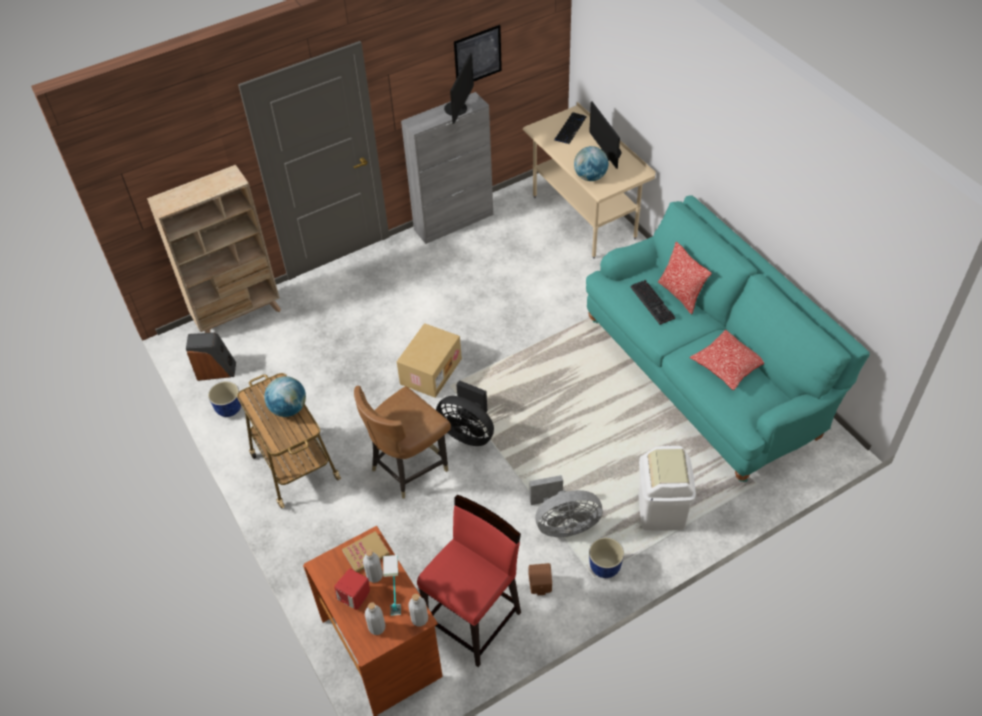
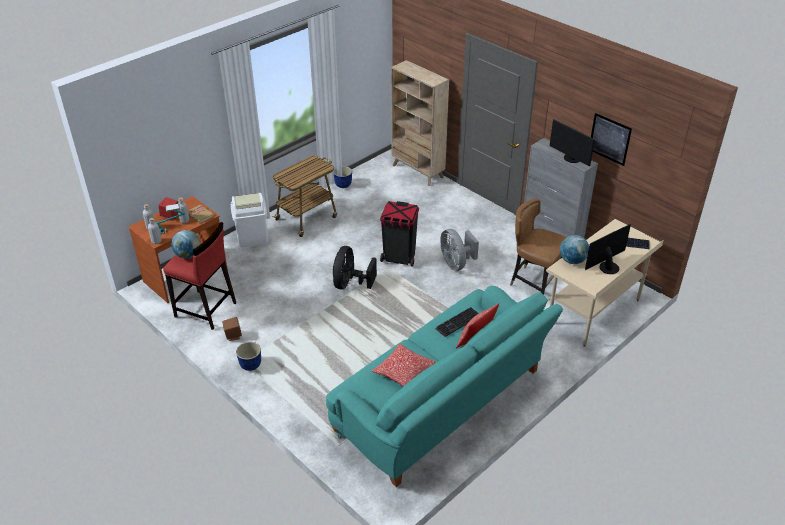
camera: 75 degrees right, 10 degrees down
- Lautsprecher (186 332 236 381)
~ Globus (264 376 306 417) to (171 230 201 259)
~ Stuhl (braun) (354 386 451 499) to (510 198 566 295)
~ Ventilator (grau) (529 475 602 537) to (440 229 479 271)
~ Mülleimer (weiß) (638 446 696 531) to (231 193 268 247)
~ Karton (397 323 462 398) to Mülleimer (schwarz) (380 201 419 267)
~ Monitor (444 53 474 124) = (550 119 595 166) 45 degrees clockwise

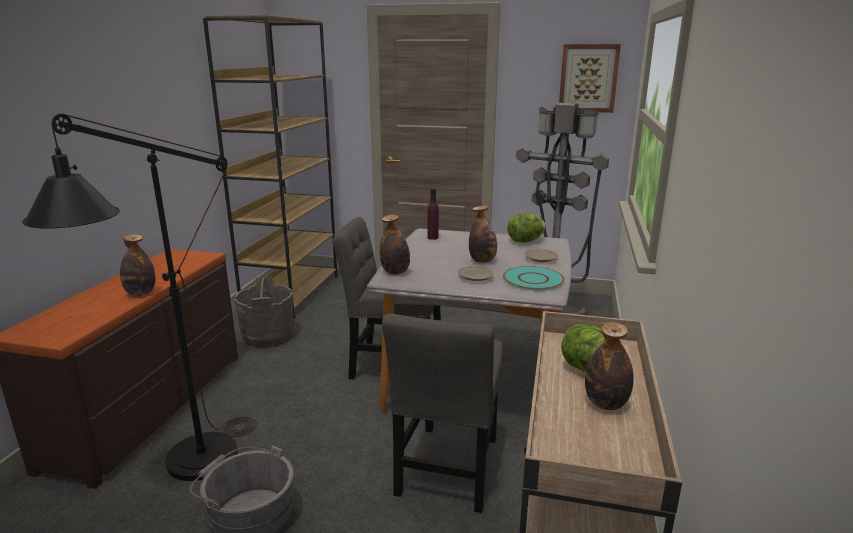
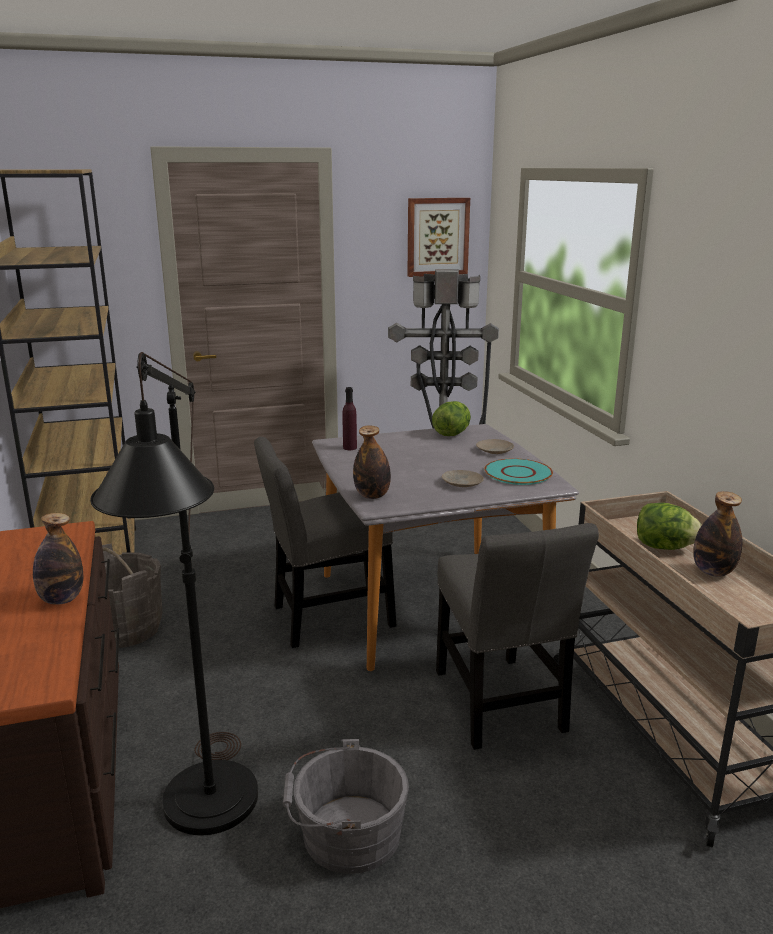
camera: 30 degrees left, 0 degrees up
- Flasche (469 205 497 263)

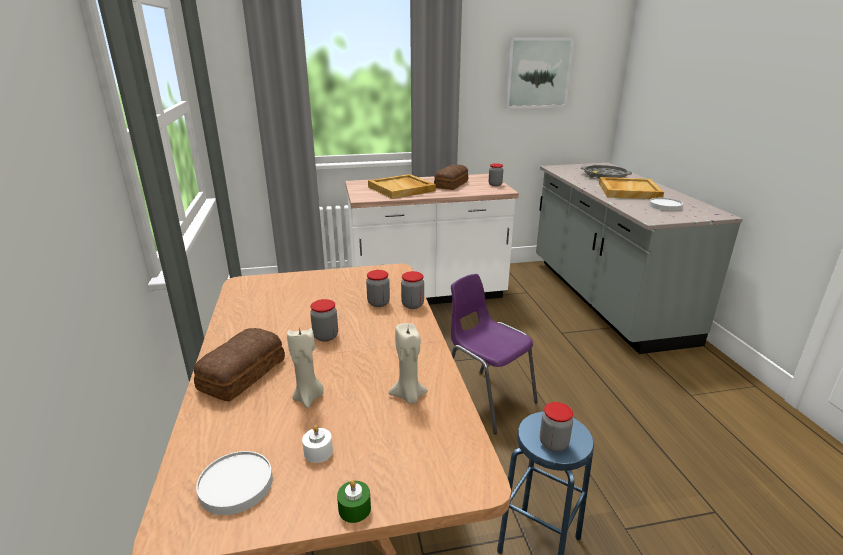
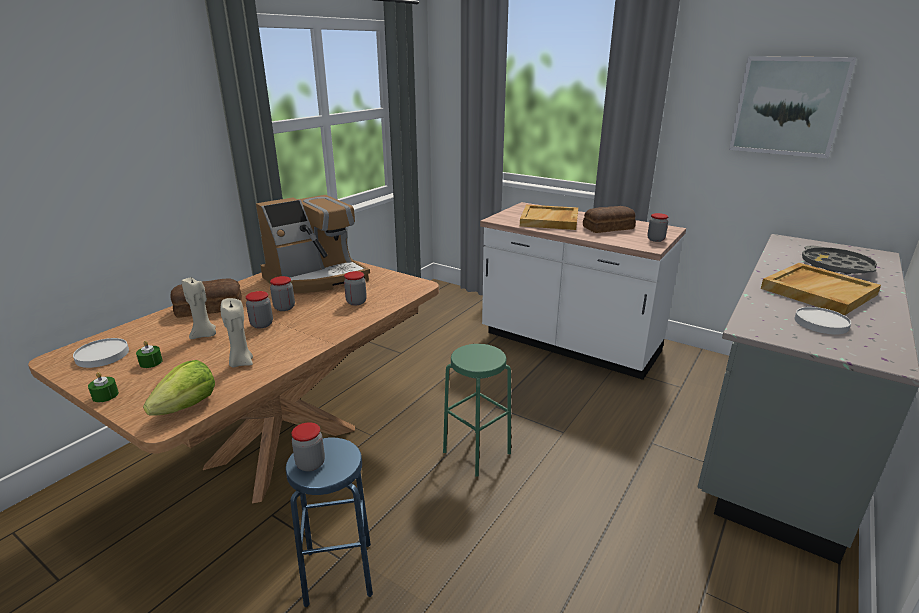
camera: 45 degrees right, 0 degrees up
+ Salatkopf (143 360 215 416)
+ Kaffeemaschine (256 195 370 293)
~ Vorratsglas (401 271 424 309) to (246 291 273 328)
~ Stuhl (lila) (451 274 538 434) to Hocker (grün) (443 344 511 476)
~ Kerze (weiß) (302 425 333 463) to Kerze (grün) (136 341 163 368)

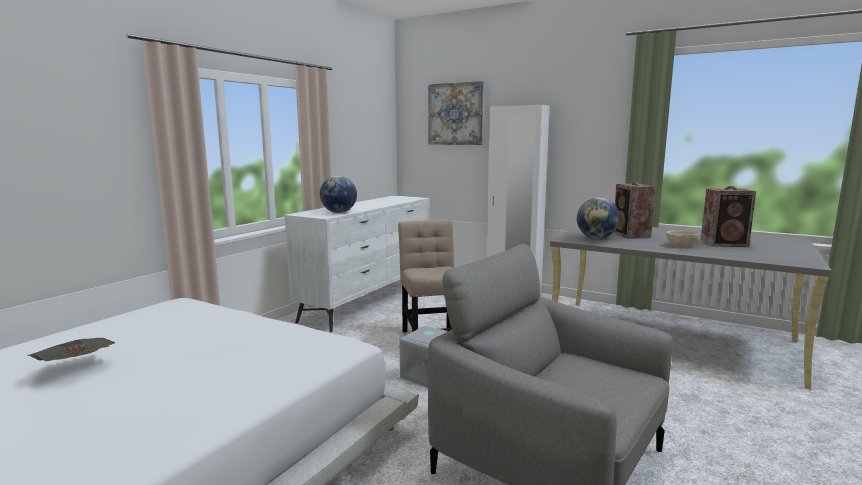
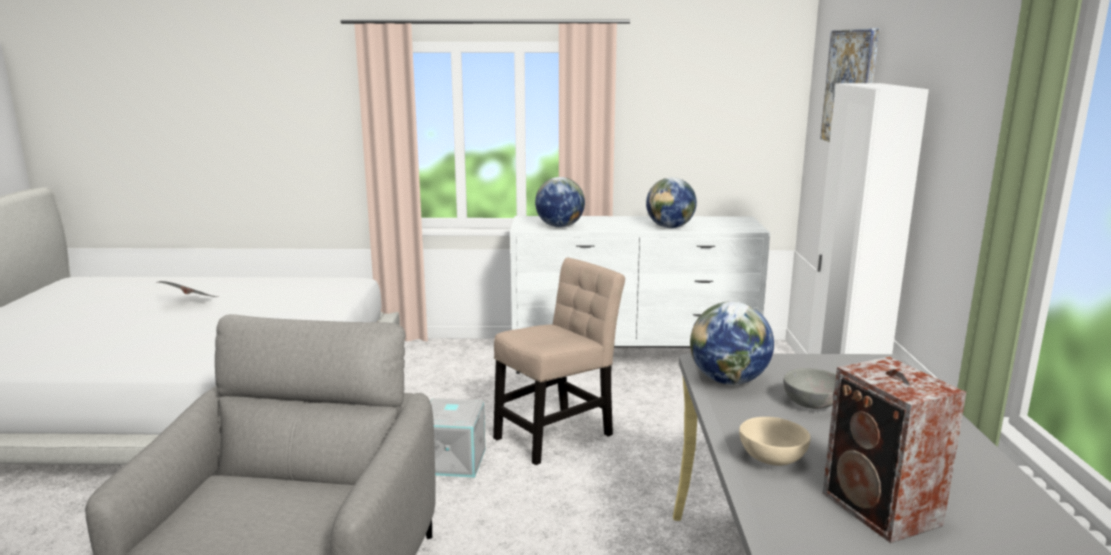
camera: 60 degrees right, 5 degrees up
+ Globus (646 177 697 228)
~ Lautsprecher (613 182 655 239) to Schüssel (grau) (784 368 836 409)

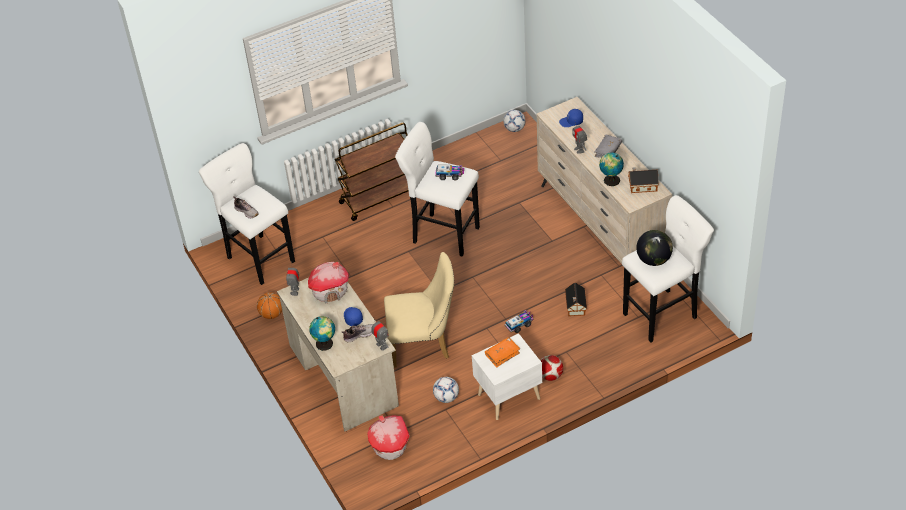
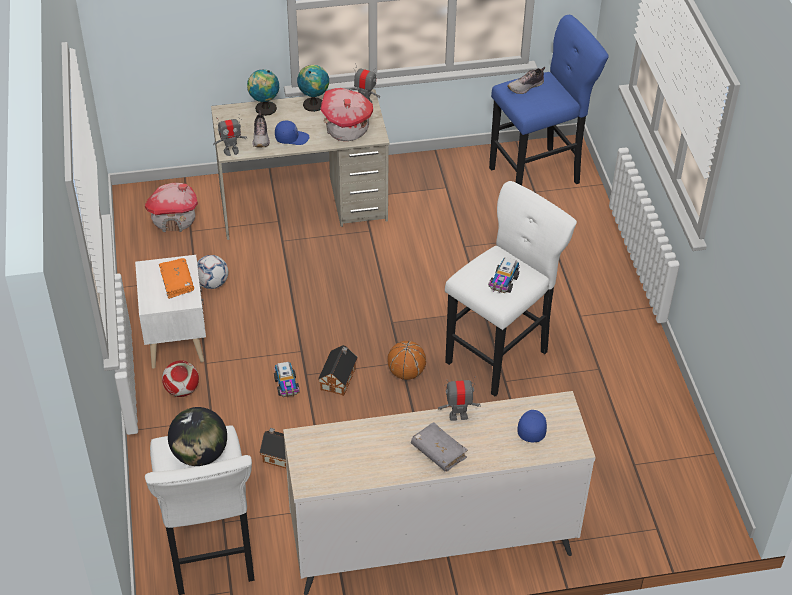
camera: 105 degrees right, 0 degrees up
- Rollwagen (braun) (335 123 408 221)
- Stuhl (beige) (384 252 454 368)
- Fußball (503 110 525 132)
~ Basketball (257 292 282 319) to (387 341 426 380)
~ Globus (599 152 624 186) to (297 65 329 112)
~ Spielzeughaus (628 167 659 193) to (318 345 358 396)
~ Hocker (weiß) (199 143 295 285) to Hocker (blau) (489 15 609 185)

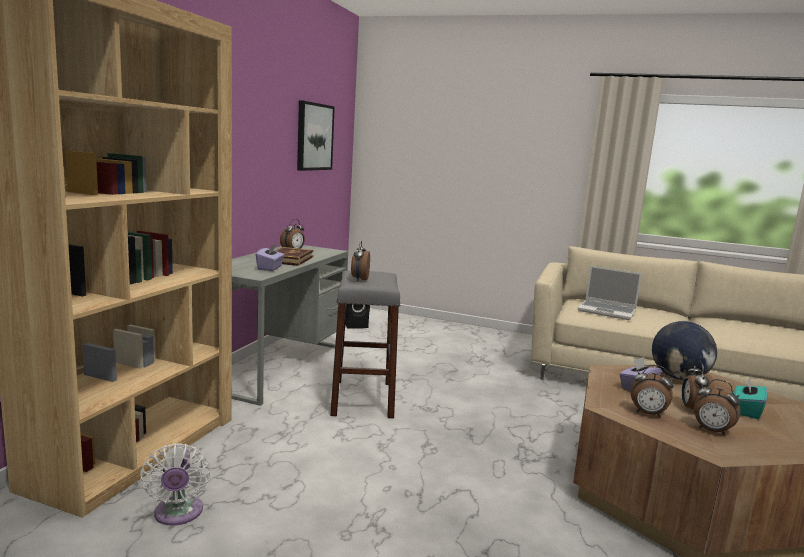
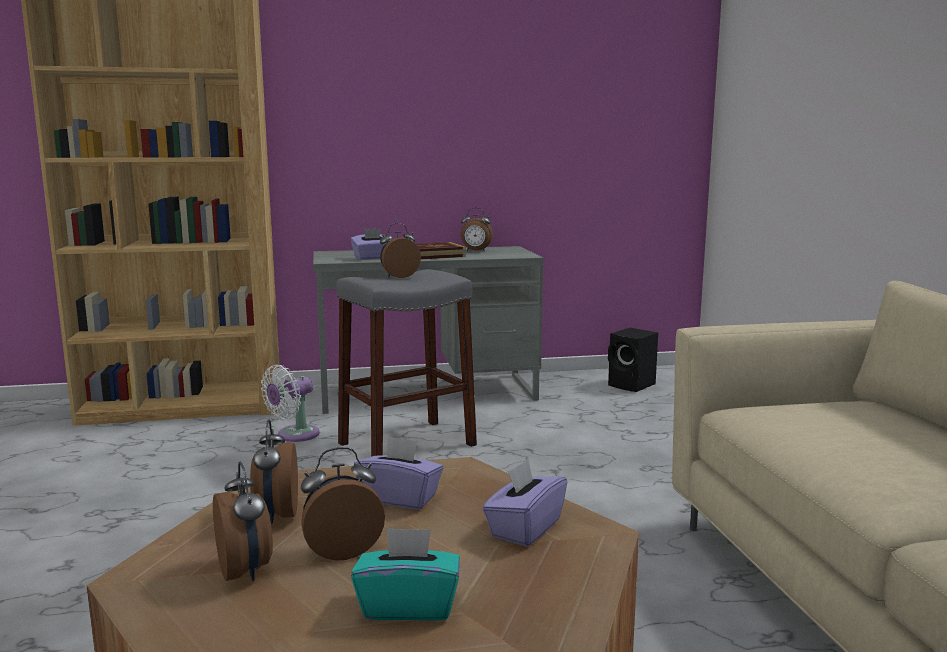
camera: 60 degrees right, 0 degrees up
- Bild (297 100 335 171)
- Laptop (578 266 642 320)
~ Ventilator (weiß) (140 443 210 526) to (261 365 320 442)
~ Globus (652 321 717 380) to Taschentuchbox (lila) (482 459 567 547)
~ Wecker (694 379 740 435) = (213 461 273 581) 150 degrees clockwise

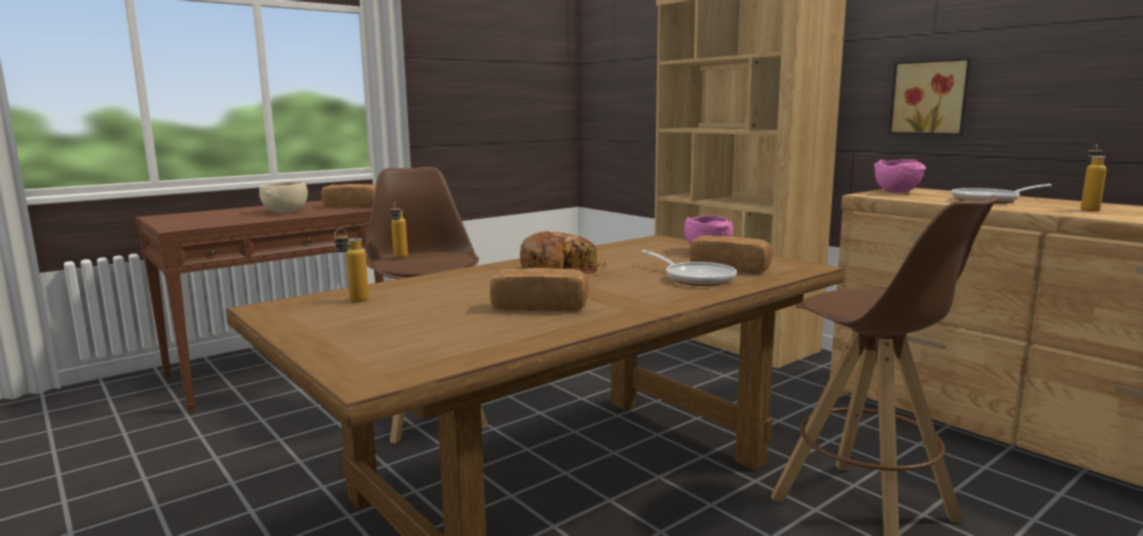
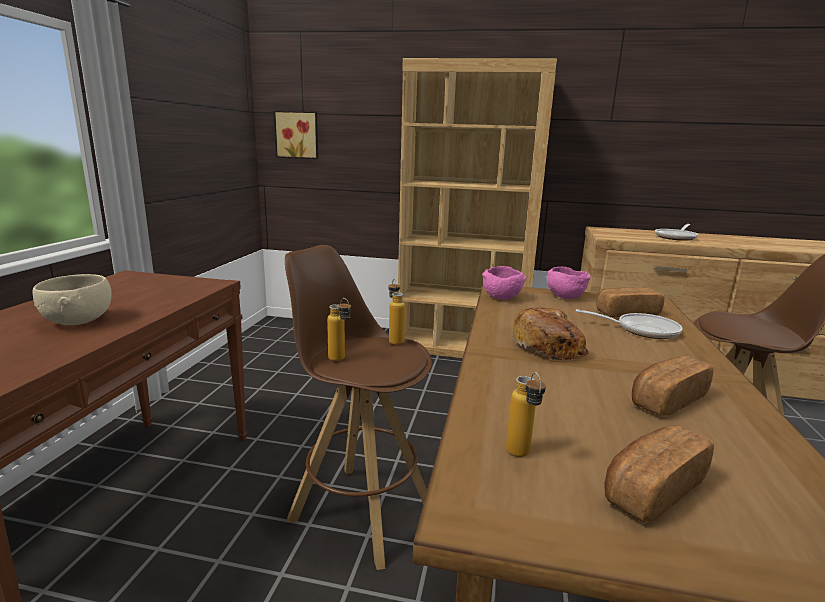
camera: 40 degrees left, 5 degrees up
~ Brot (322 184 376 208) to (604 425 714 523)
~ Schüssel (rosa) (874 159 926 193) to (482 266 526 299)
~ Bild (888 58 971 136) to (273 111 318 159)
~ Flasche (1081 143 1107 212) to (388 279 405 345)

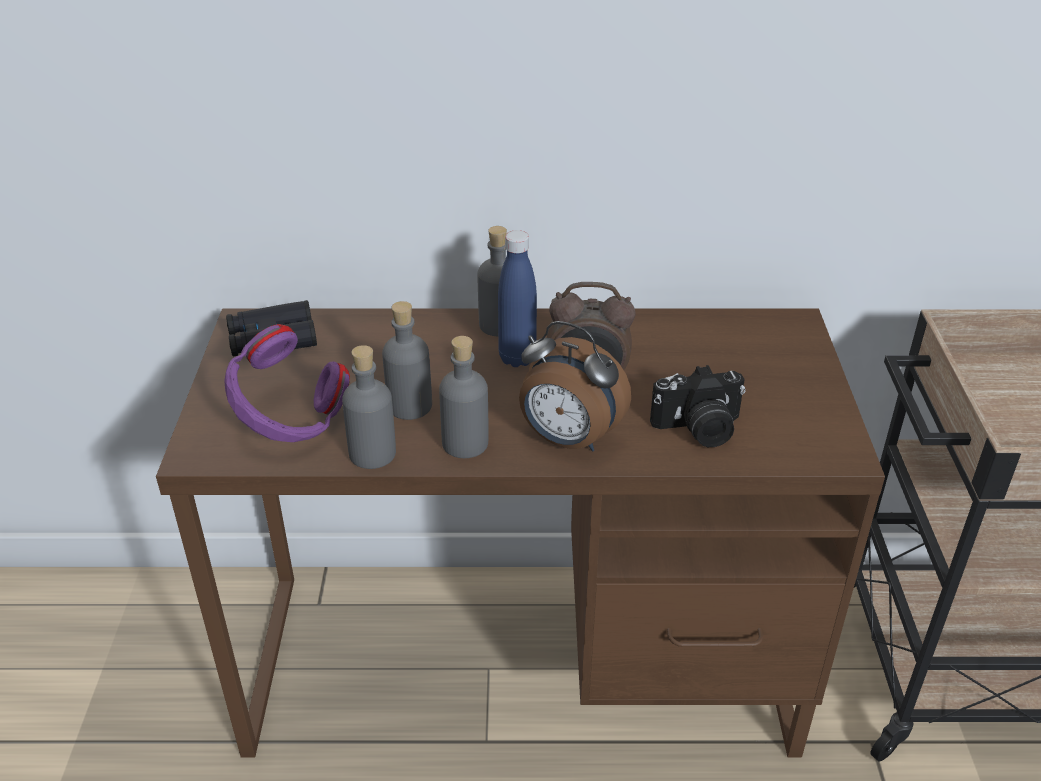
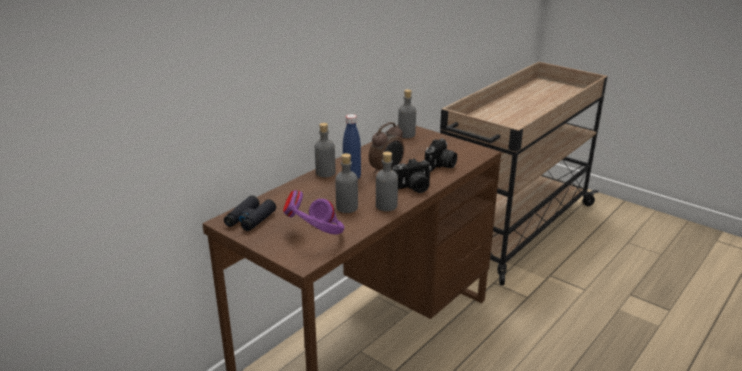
camera: 50 degrees left, 10 degrees down
~ Flasche (grau) (342 345 396 469) to (398 89 416 138)
~ Wecker (519 321 631 452) to Kamera (392 158 431 193)

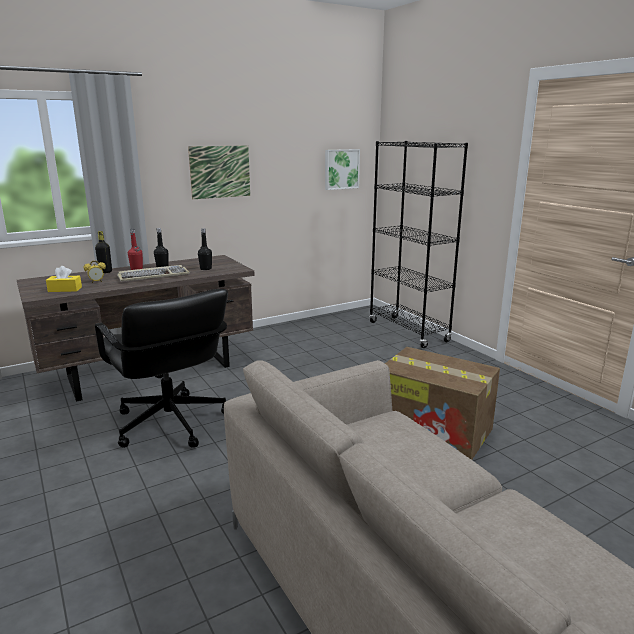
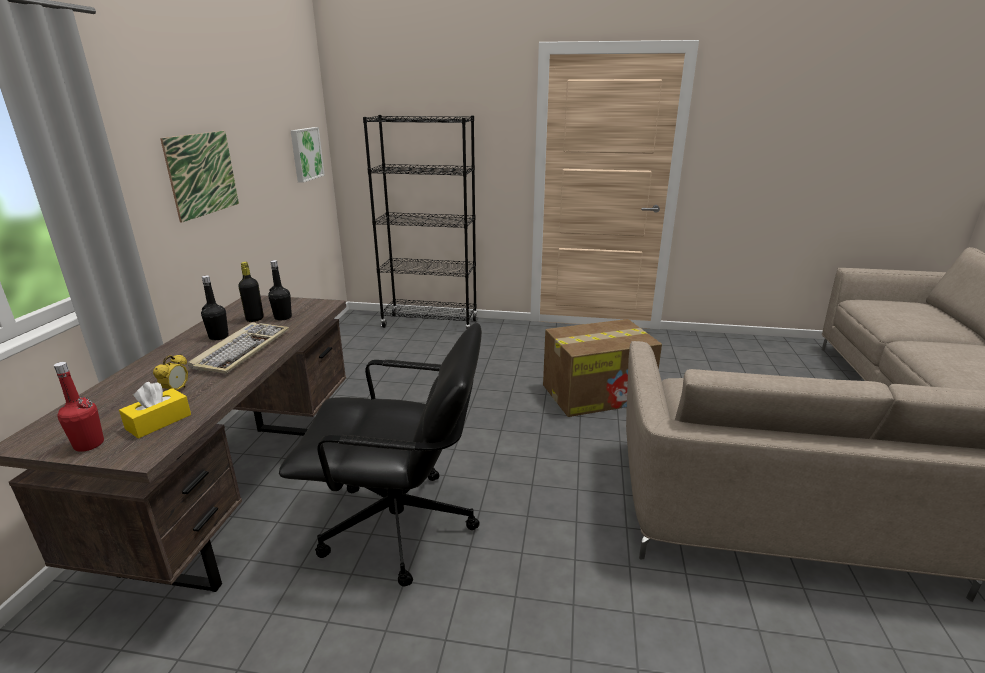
camera: 50 degrees left, 5 degrees up
~ Flasche (schwarz) (95 231 112 273) to (238 262 264 322)
~ Flasche (rot) (128 229 143 270) to (54 362 104 452)

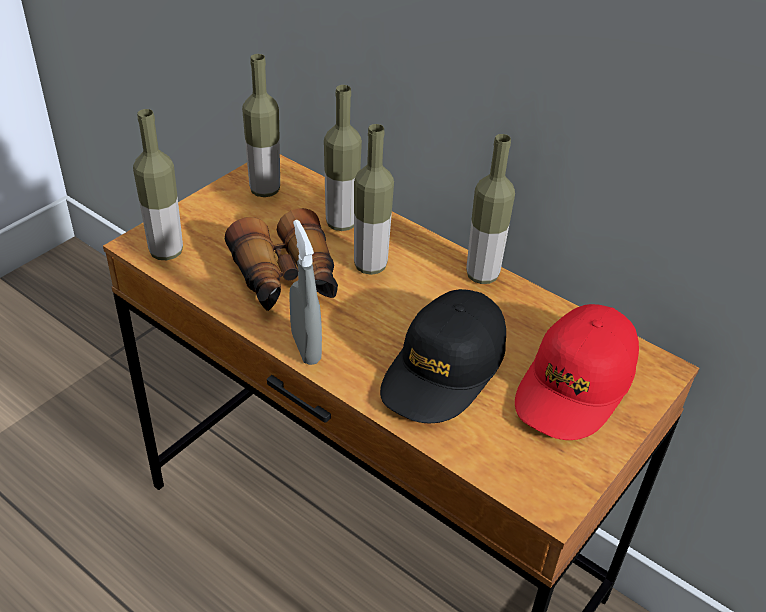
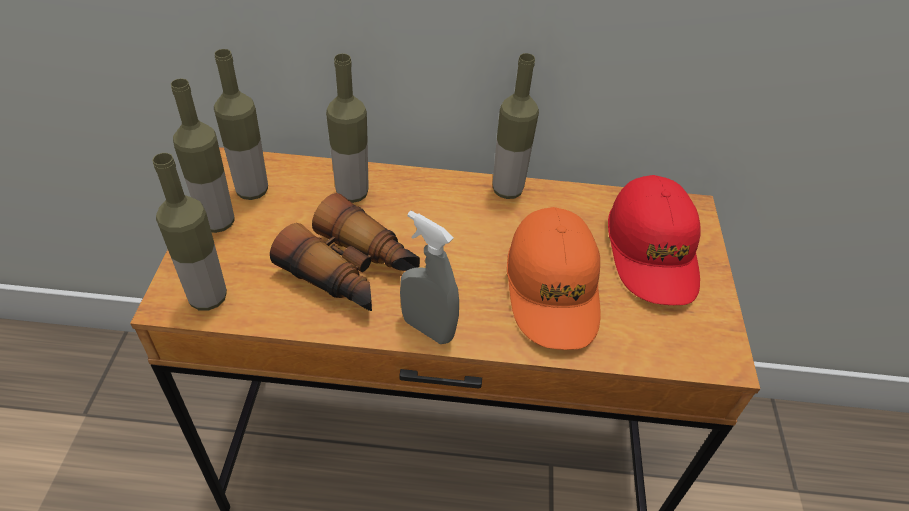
camera: 35 degrees left, 5 degrees up
~ Flasche (354 124 394 275) to (171 78 234 233)
~ Kappe (schwarz) (380 289 506 423) to Kappe (orange) (507 207 601 350)

